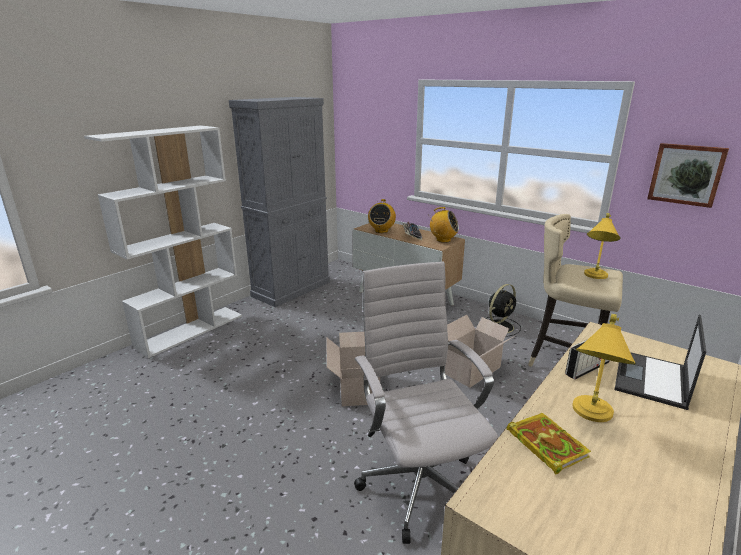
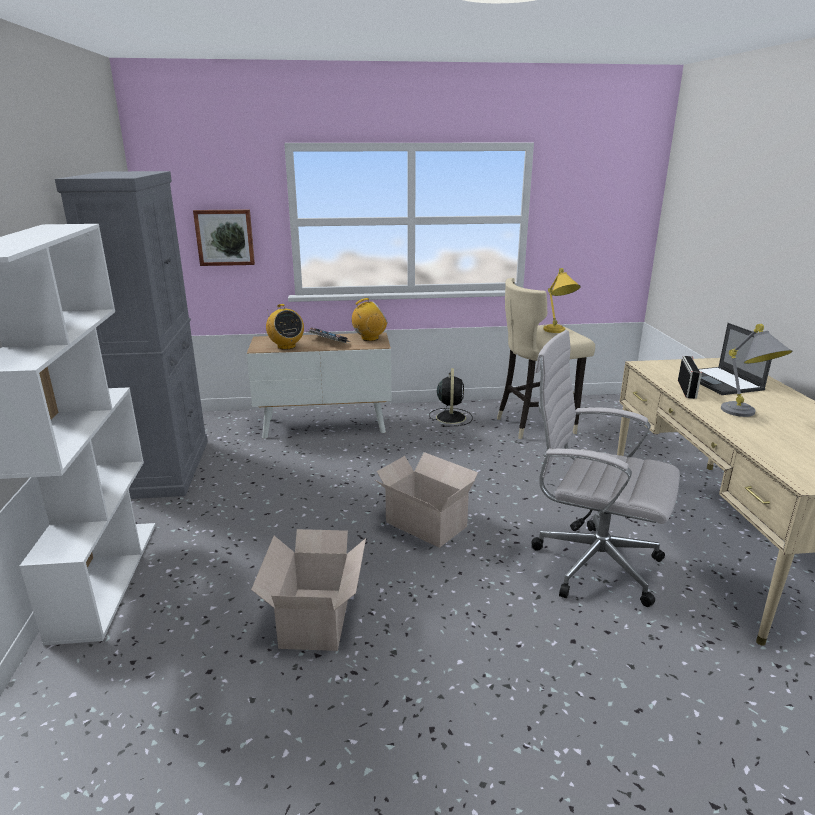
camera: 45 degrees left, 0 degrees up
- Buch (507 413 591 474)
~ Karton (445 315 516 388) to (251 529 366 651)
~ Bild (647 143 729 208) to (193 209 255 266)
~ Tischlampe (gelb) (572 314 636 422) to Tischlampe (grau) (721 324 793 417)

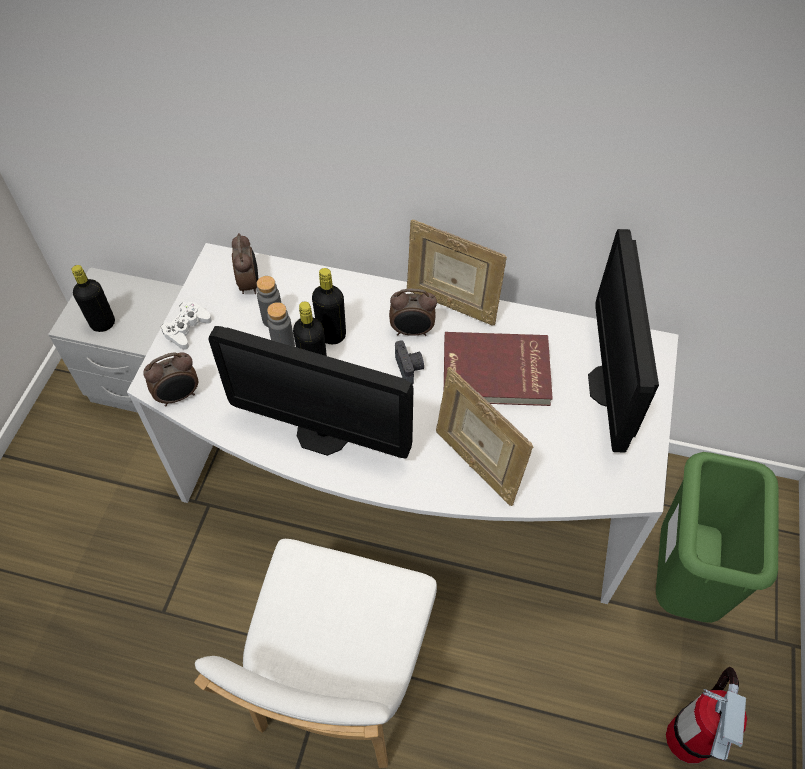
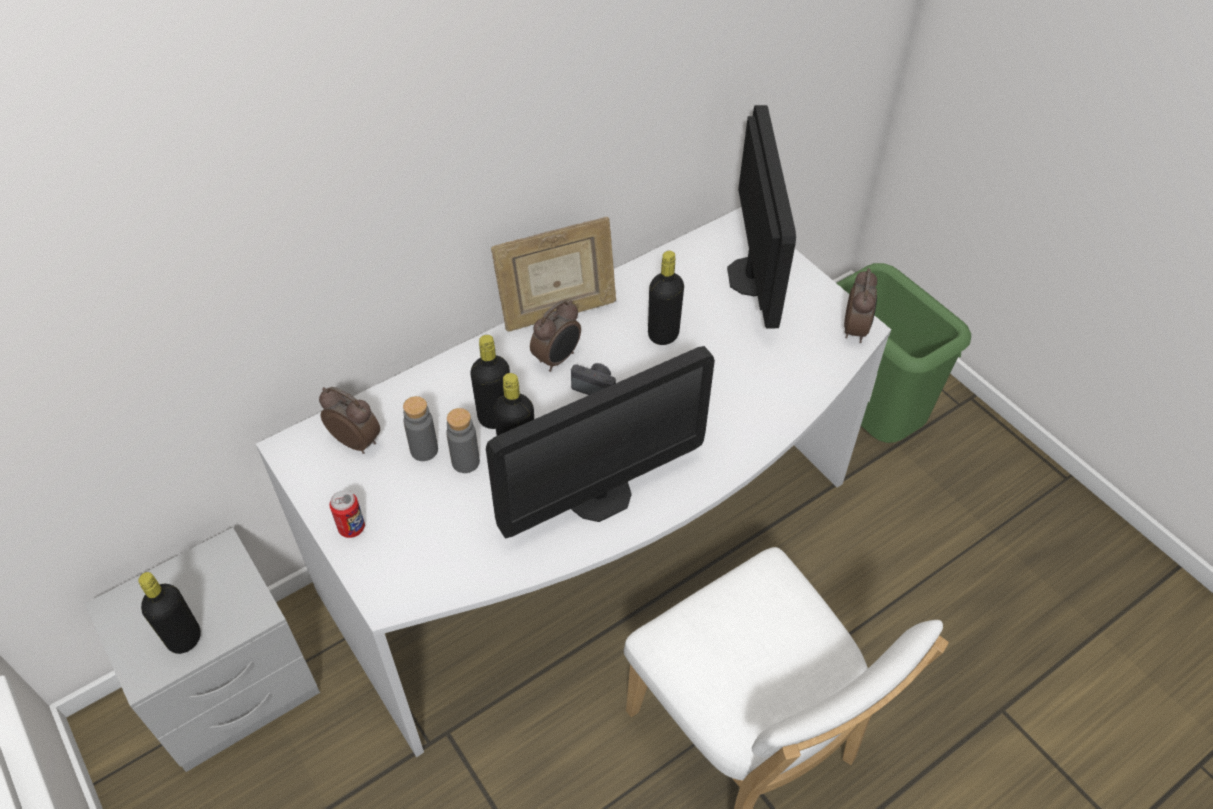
camera: 50 degrees left, 5 degrees down
- Bilderrahmen (436 367 533 506)
- Feuerlöscher (666 667 747 763)
~ Wecker (143 352 198 407) to (844 268 877 343)
~ Gamepad (weiß) (161 302 212 350) to Dose (330 490 365 538)
~ Buch (rot) (444 332 553 406) to Flasche (schwarz) (648 251 684 345)
~ Monitor (588 229 659 453) = (727 105 796 329) 135 degrees counterclockwise

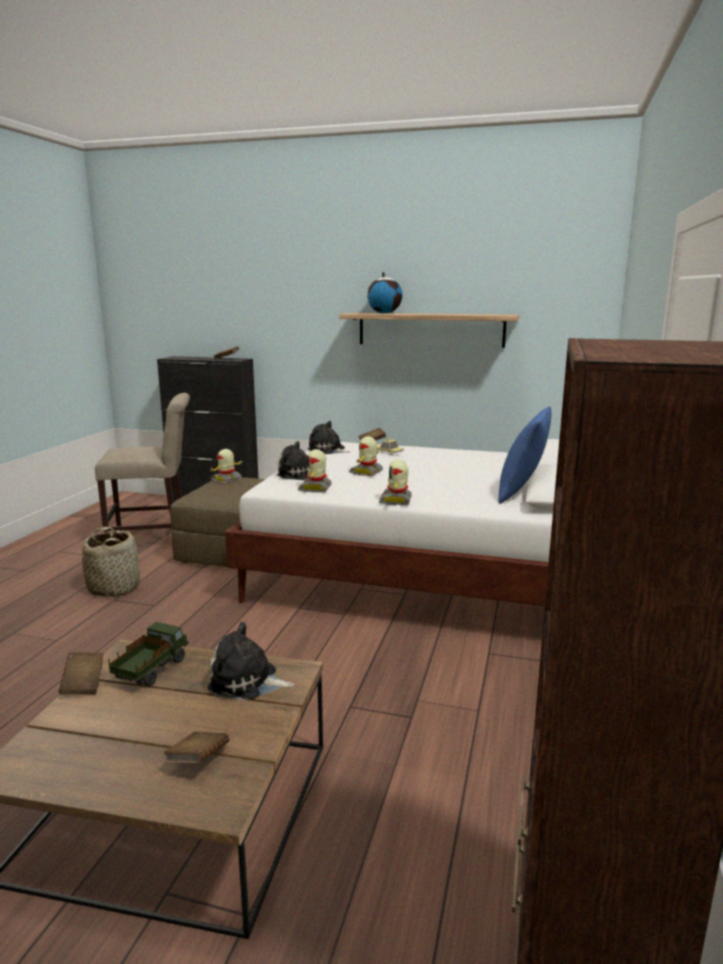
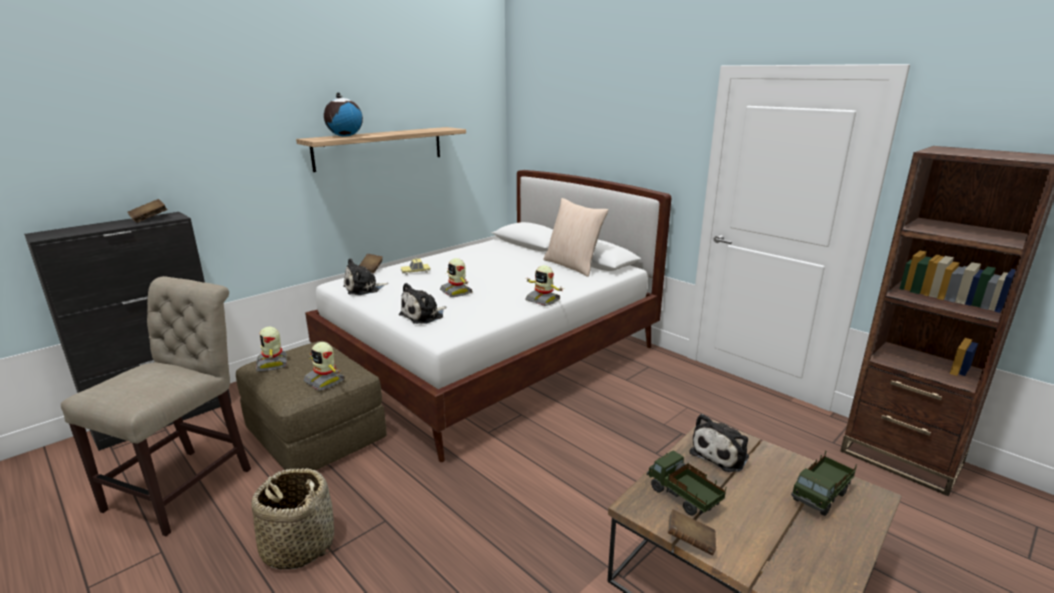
camera: 60 degrees left, 5 degrees up
~ Spielzeugroboter (298 449 332 492) to (303 342 345 391)
~ Buch (braun) (164 732 229 763) to Spielzeuglaster (791 451 857 516)
~ Kissen (blau) (498 406 551 504) to Kissen (beige) (543 198 609 277)

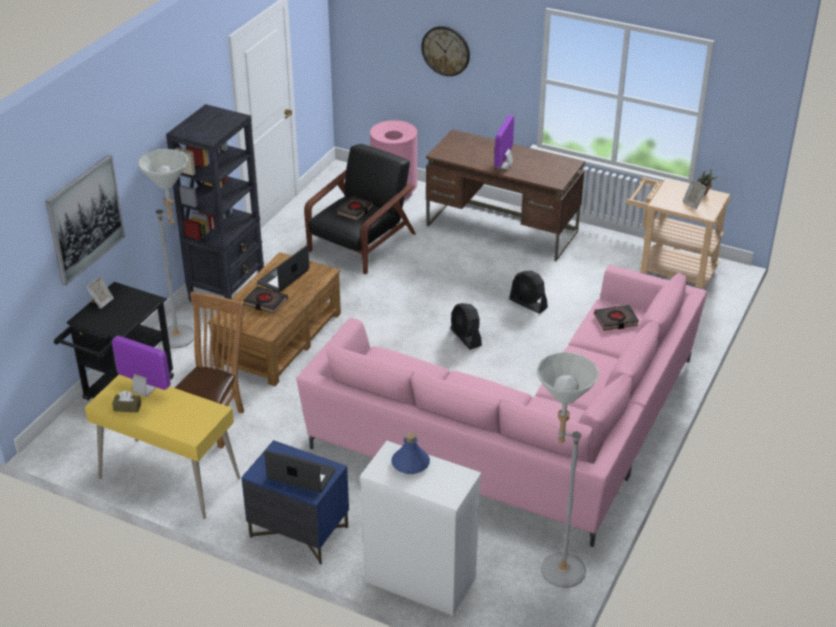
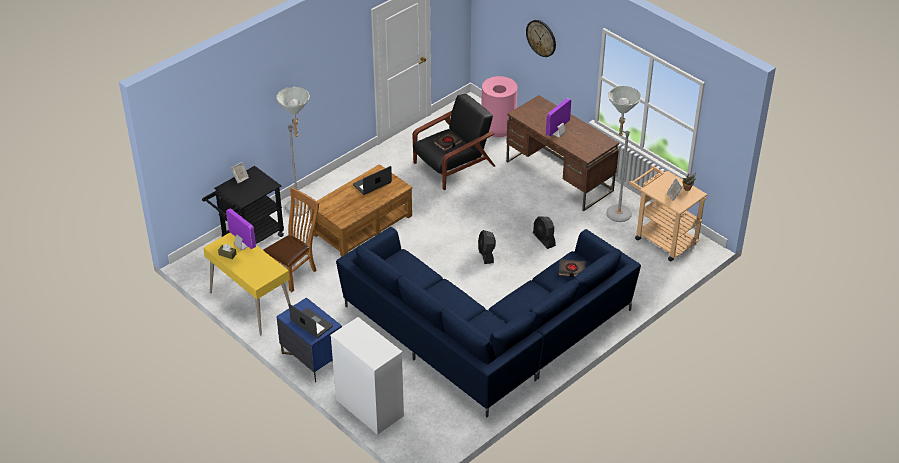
camera: 20 degrees right, 5 degrees up
- Bild (45 155 125 285)
- Bücherregal (schwarz) (166 104 264 302)
- Buch (schwarz) (243 286 288 313)
- Flasche (blau) (391 432 430 474)
~ Stehlampe (grau) (537 352 599 588) to (606 86 641 222)
~ Sofa (rosa) (296 265 707 547) to Sofa (blau) (336 227 641 417)

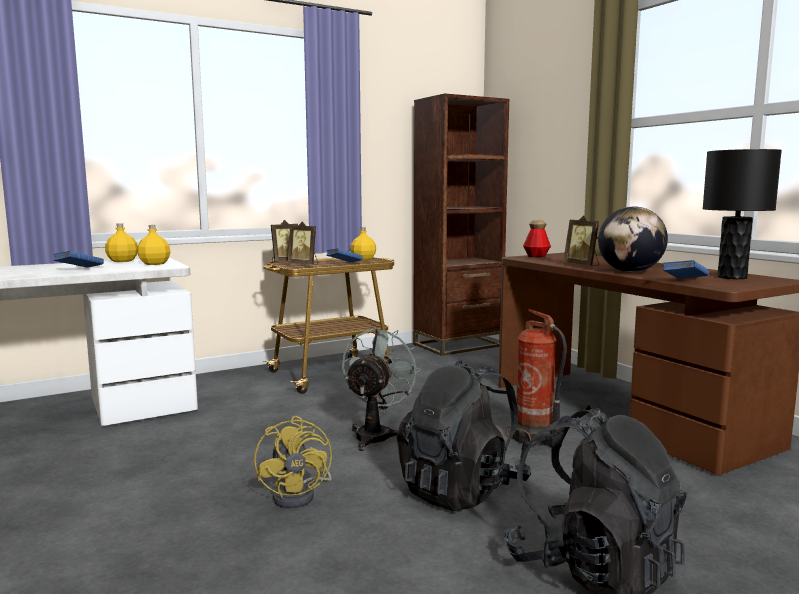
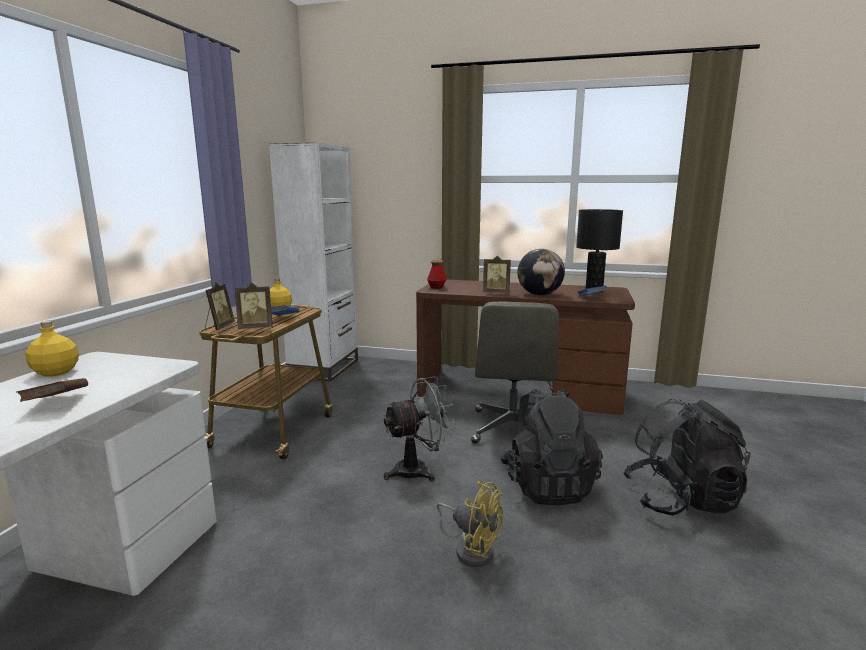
camera: 45 degrees left, 5 degrees up
- Flasche (gelb) (137 225 171 265)
~ Feuerlöscher (506 309 567 447) to Bürostuhl (grau) (471 302 559 444)
~ Buch (blau) (53 251 104 267) to Buch (braun) (16 378 88 402)
~ Bücherregal (braun) (413 93 509 356) to Bücherregal (weiß) (269 143 358 382)
~ Ventilator (grau) (342 327 421 451) = (383 376 457 482) 90 degrees clockwise

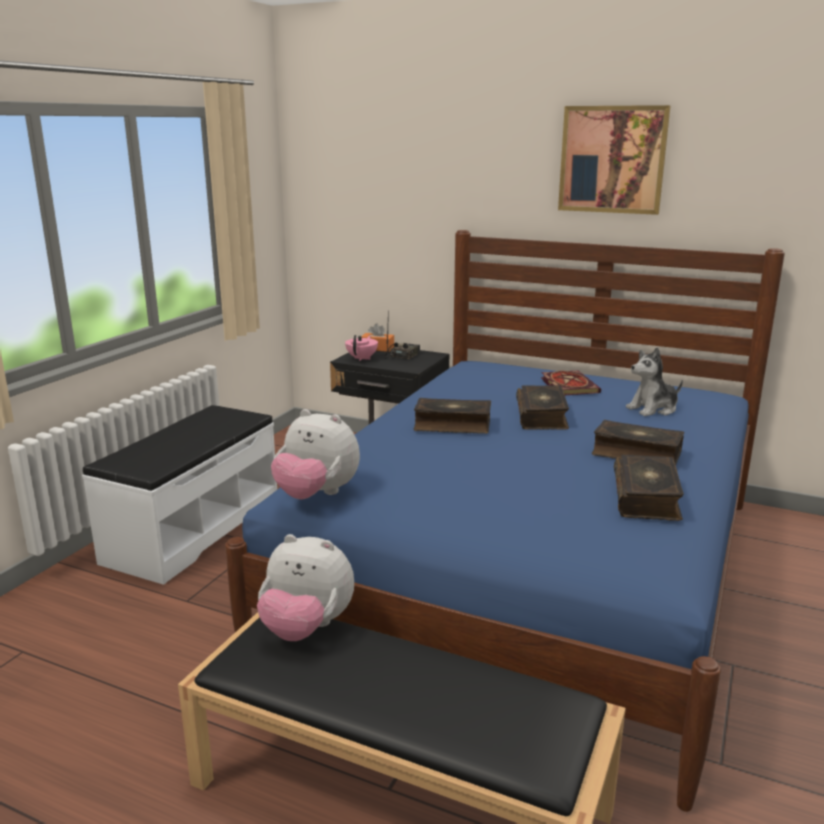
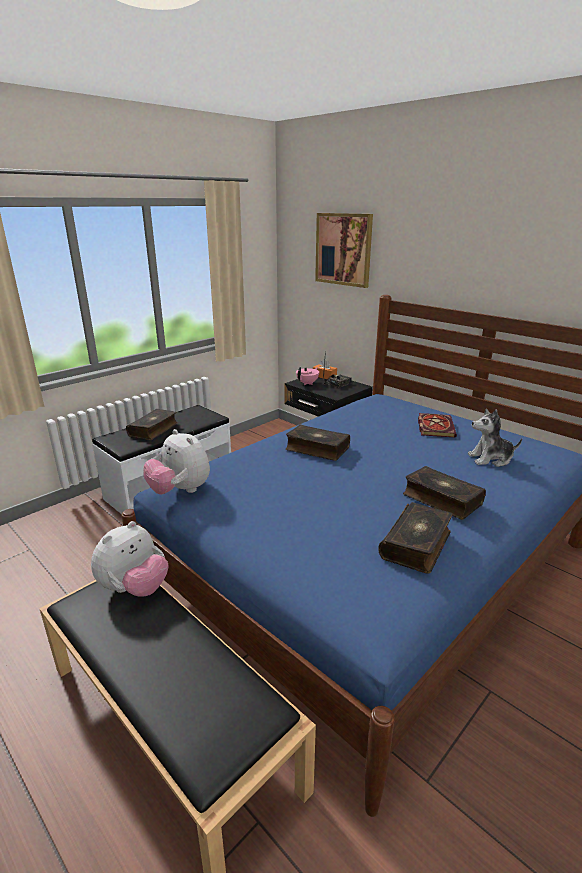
camera: 20 degrees right, 5 degrees up
~ Buch (516 385 569 430) to (126 409 178 440)
~ Bild (558 105 671 215) to (315 213 373 288)
~ Plüschtier (257 534 354 641) = (91 521 168 597) 90 degrees counterclockwise

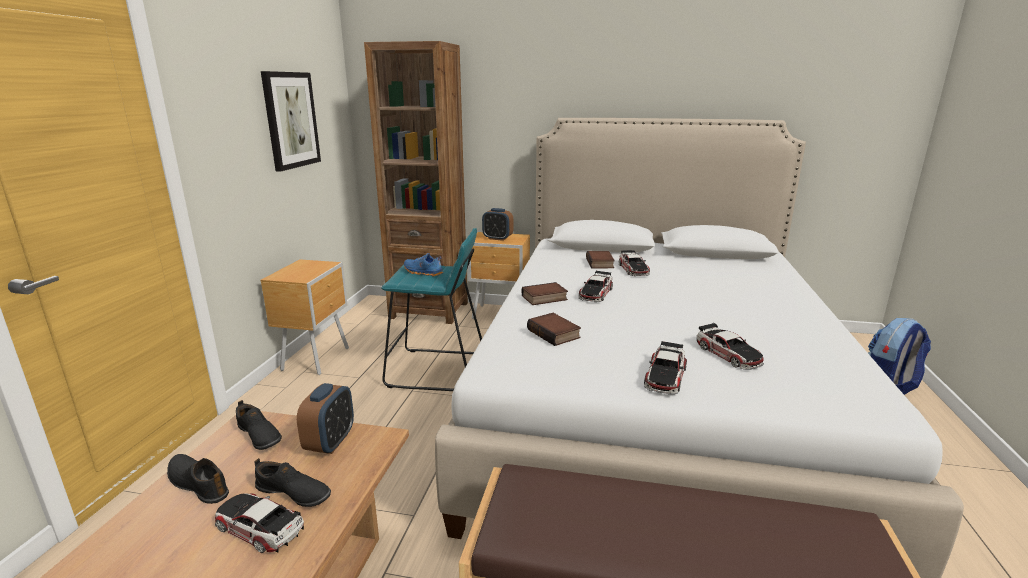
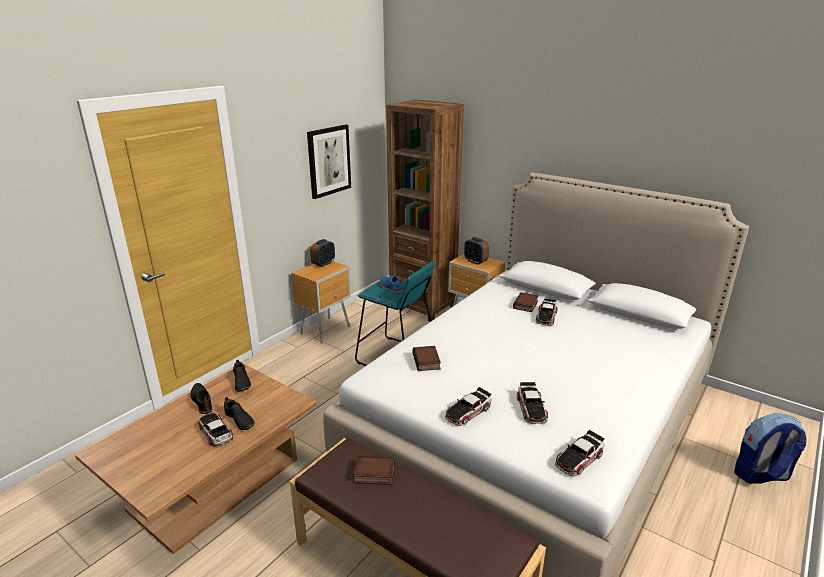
camera: 25 degrees right, 5 degrees up
~ Wecker (297 383 354 454) to (310 239 335 267)
~ Buch (522 282 568 305) to (353 456 395 485)
~ Spielzeugauto (579 271 613 302) to (555 430 605 476)

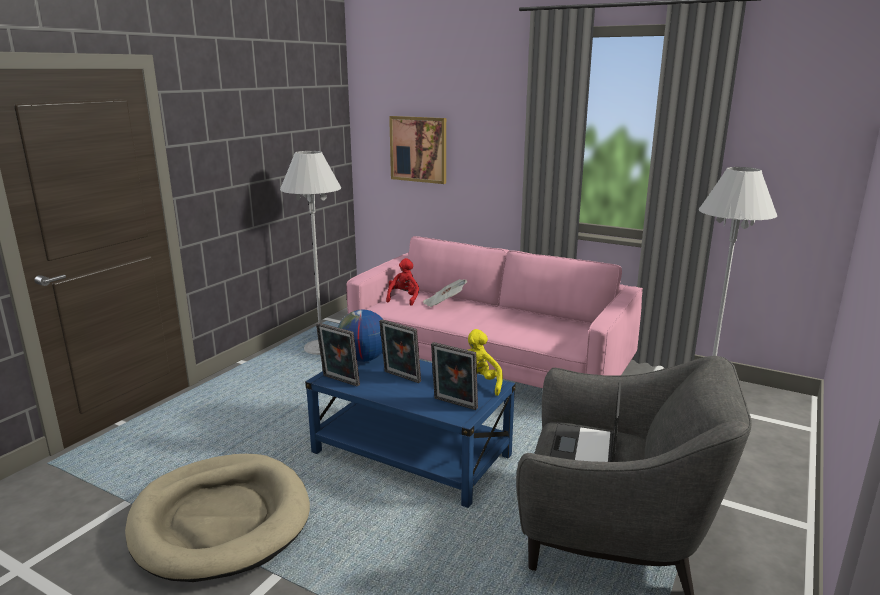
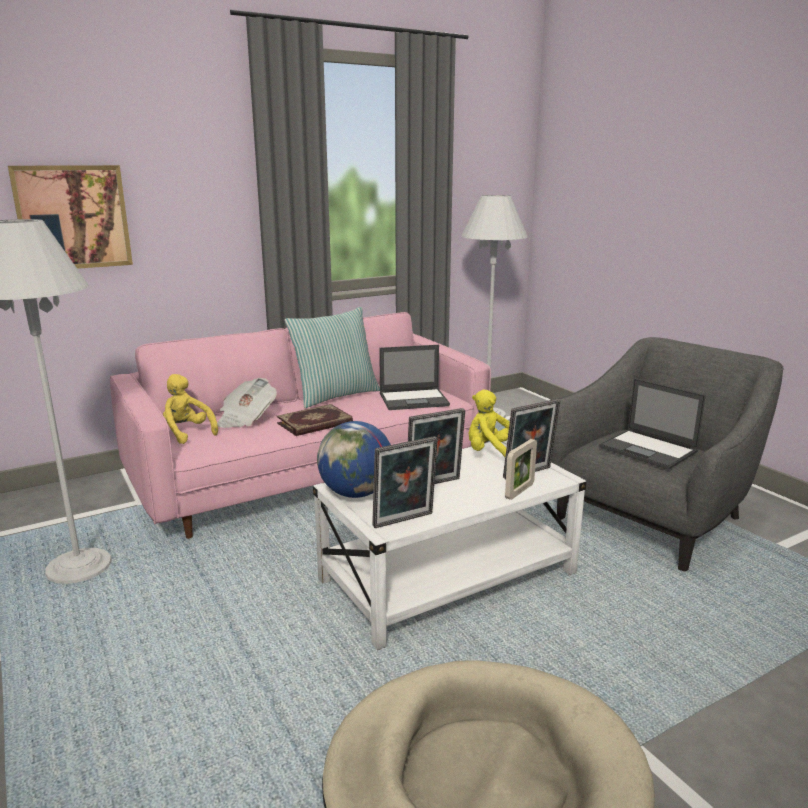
camera: 60 degrees left, 0 degrees up
+ Buch (277 404 353 436)
+ Kissen (285 307 380 408)
+ Laptop (379 345 450 410)
+ Bilderrahmen (505 439 537 500)
~ Couchtisch (blau) (305 352 515 508) to Couchtisch (weiß) (313 440 587 650)
~ Plüschtier (rot) (386 258 419 306) to Plüschtier (gelb) (163 374 218 444)

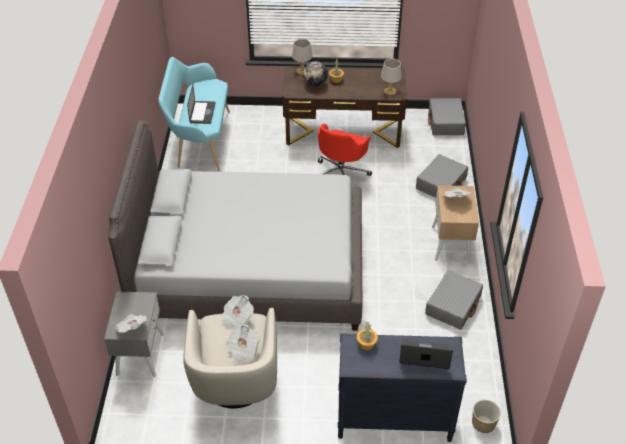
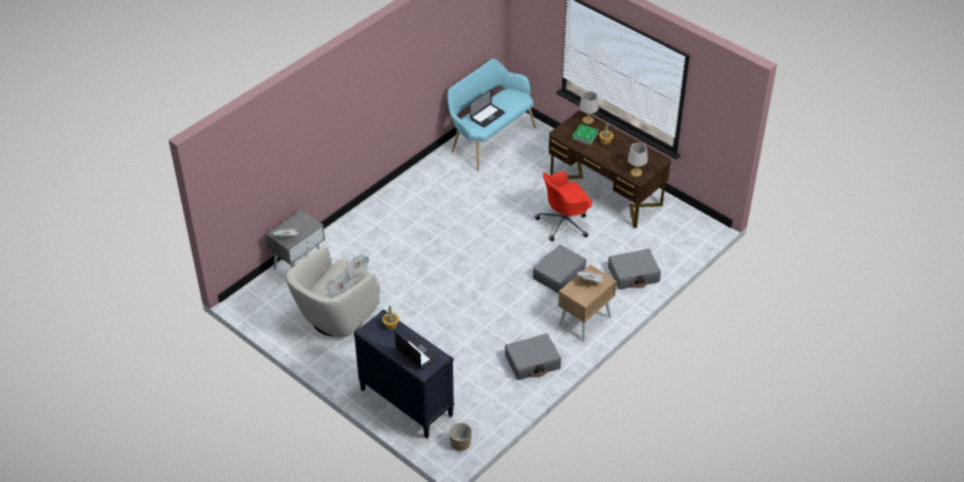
camera: 40 degrees right, 0 degrees up
- Bett (grau) (108 120 362 331)
~ Koffer (grau) (428 98 466 135) to (533 245 586 294)
~ Globus (303 61 328 87) to Buch (572 124 598 145)

